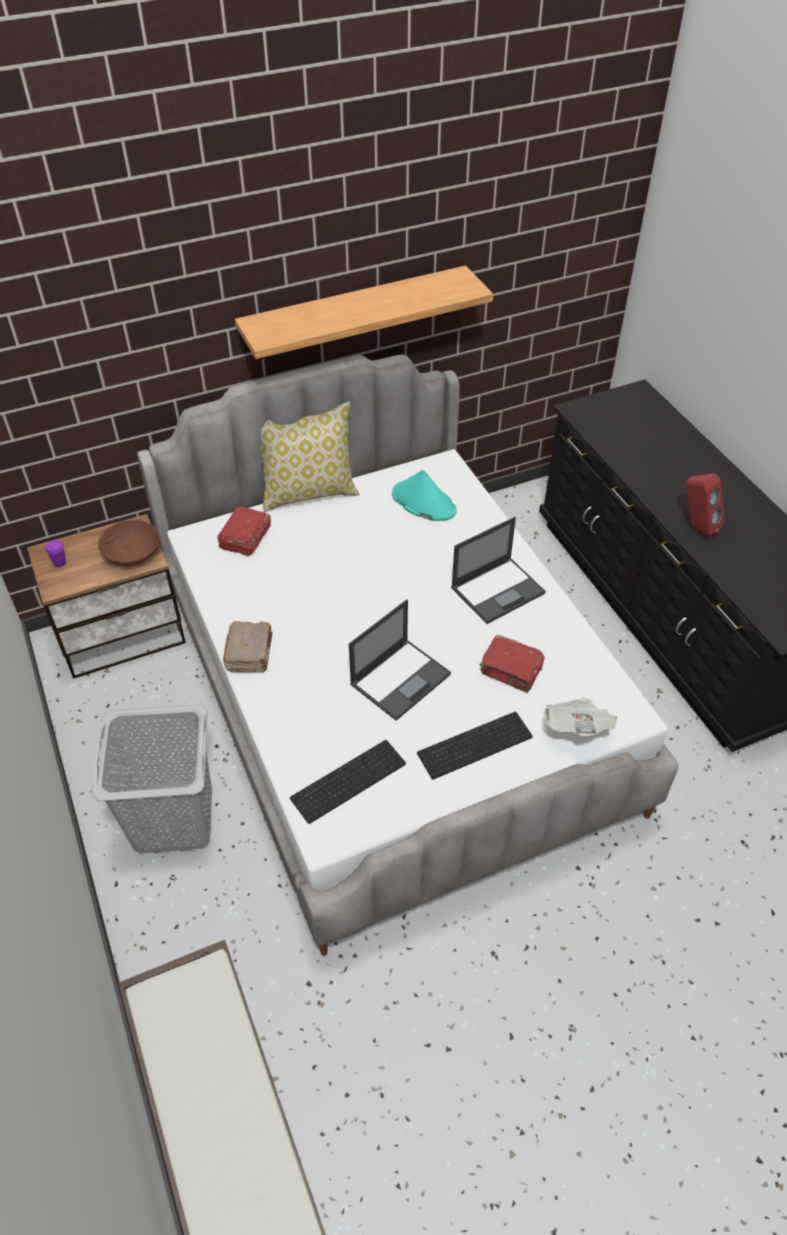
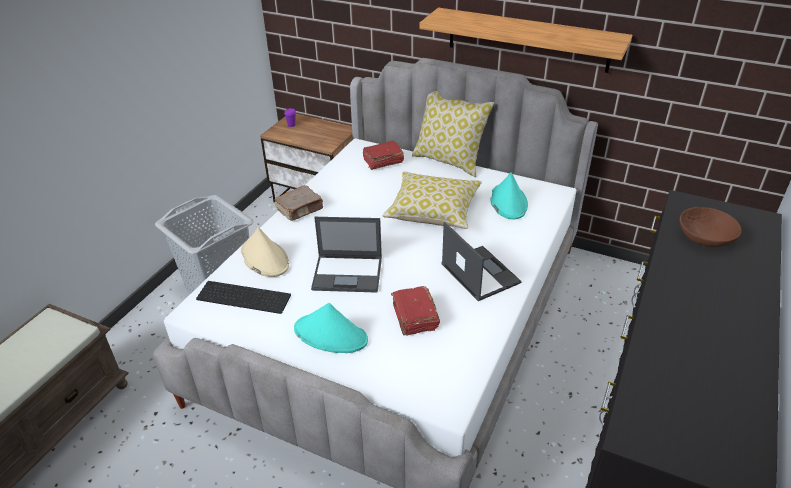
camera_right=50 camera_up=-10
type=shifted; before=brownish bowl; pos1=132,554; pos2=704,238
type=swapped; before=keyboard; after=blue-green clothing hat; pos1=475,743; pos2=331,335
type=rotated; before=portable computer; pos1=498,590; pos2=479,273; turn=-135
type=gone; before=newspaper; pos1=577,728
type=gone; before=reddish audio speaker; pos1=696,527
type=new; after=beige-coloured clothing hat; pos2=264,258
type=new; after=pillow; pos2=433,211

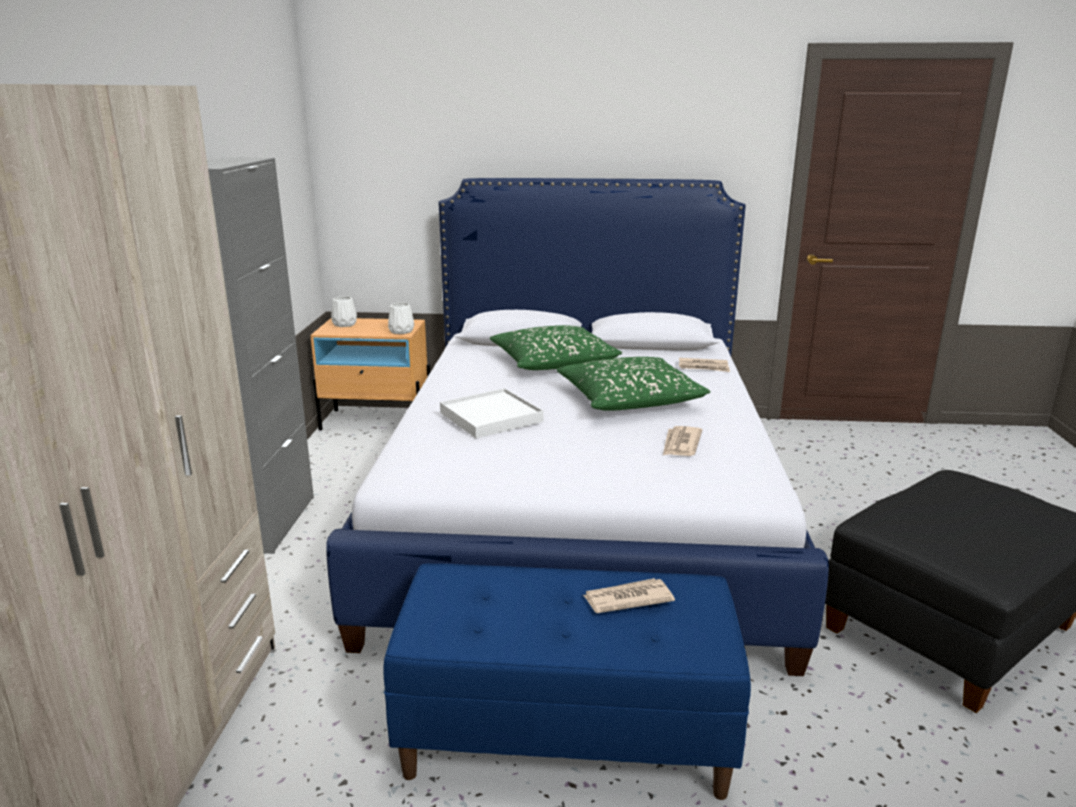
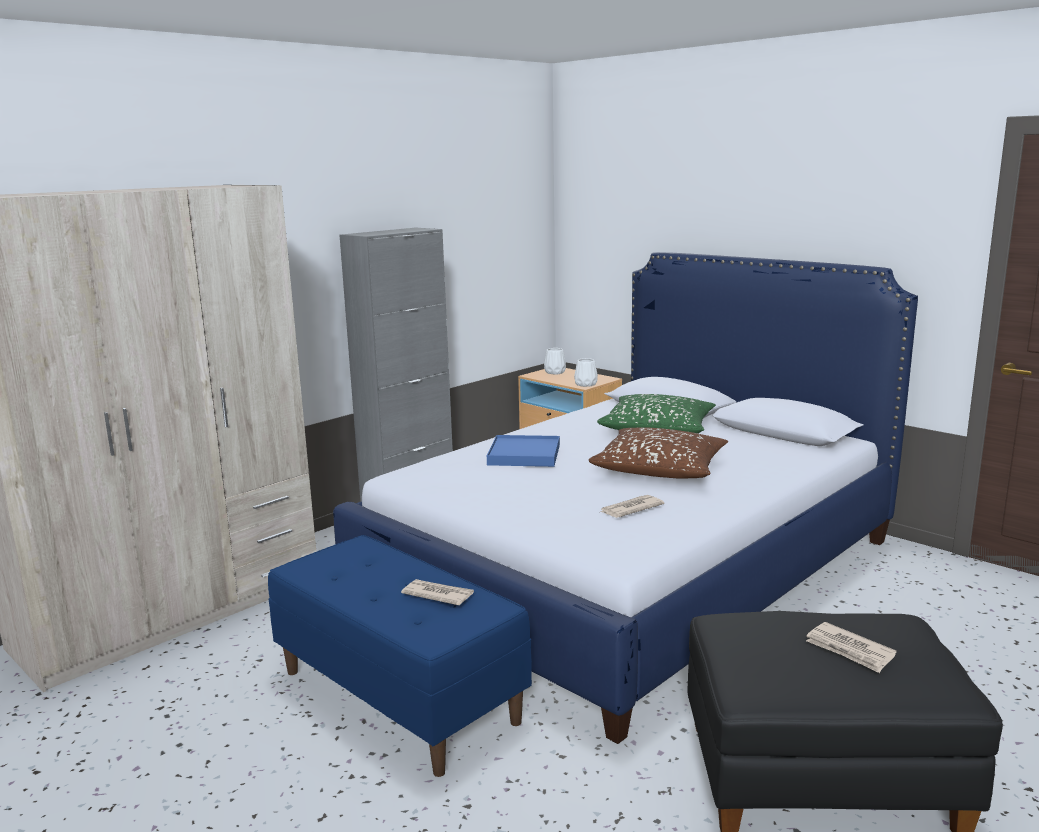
camera_right=40 camera_up=-5
type=repainted; before=white tray; after=bluish tray; pos1=490,417; pos2=524,455
type=repainted; before=greenish pillow; after=brownish pillow; pos1=629,399; pos2=660,469
type=shifted; before=newspaper; pos1=704,367; pos2=849,650

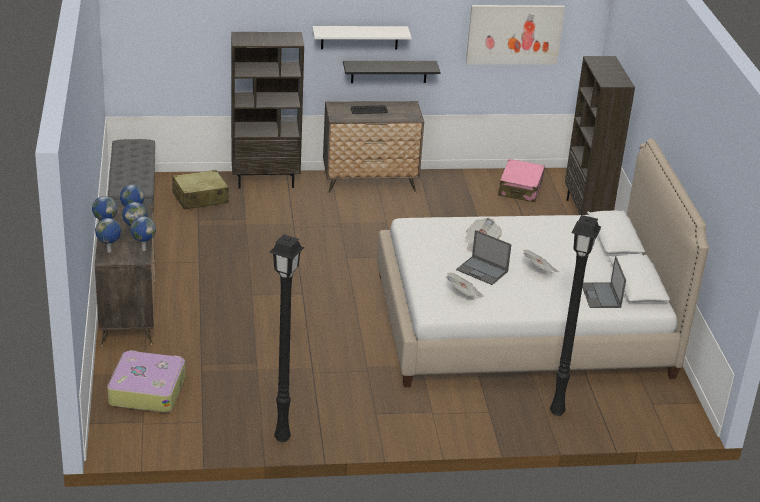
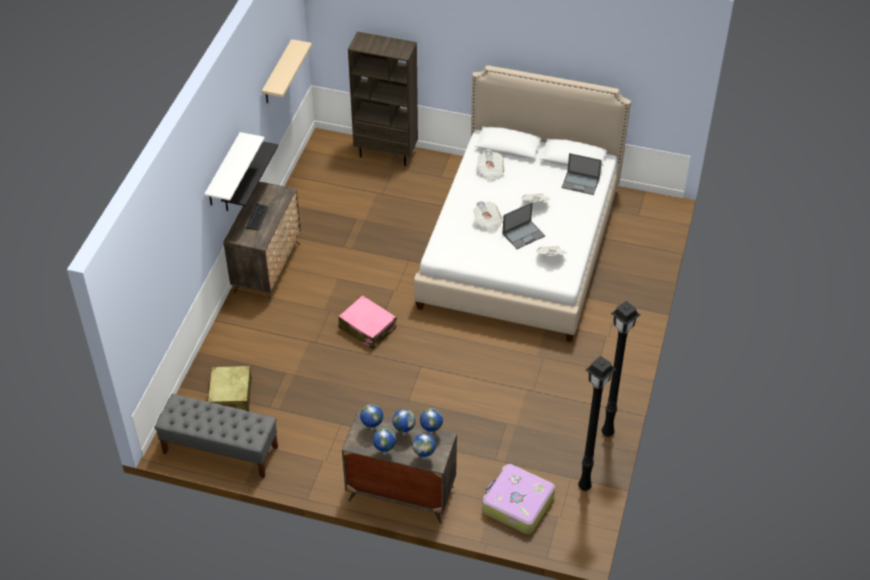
camera_right=-65 camera_up=15
type=gone; before=brownish bookcase; pos1=266,181
type=swapped; before=wall art; after=beige-coloured bracket shelf; pos1=514,34; pos2=277,73
type=shifted; before=pink-coloured travel case; pos1=520,188; pos2=367,328
type=shifted; before=black-coloured standing lamp; pos1=557,412; pos2=585,486
type=new; after=newspaper; pos2=490,172

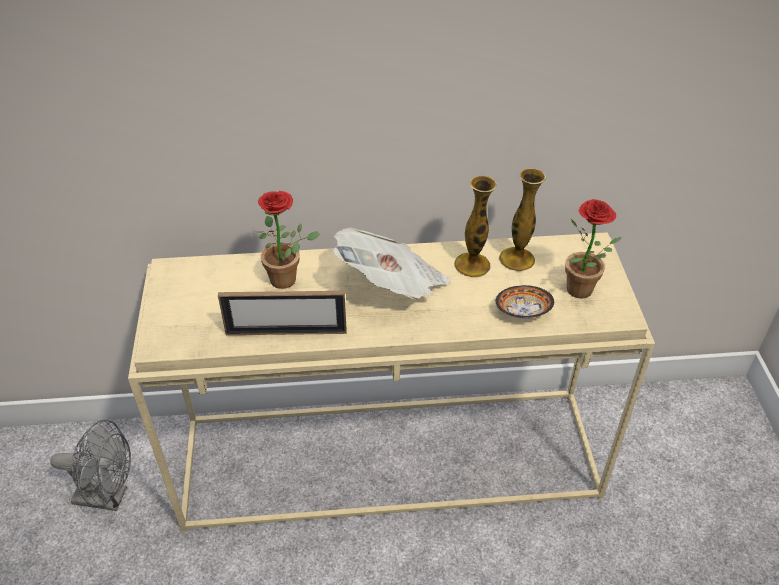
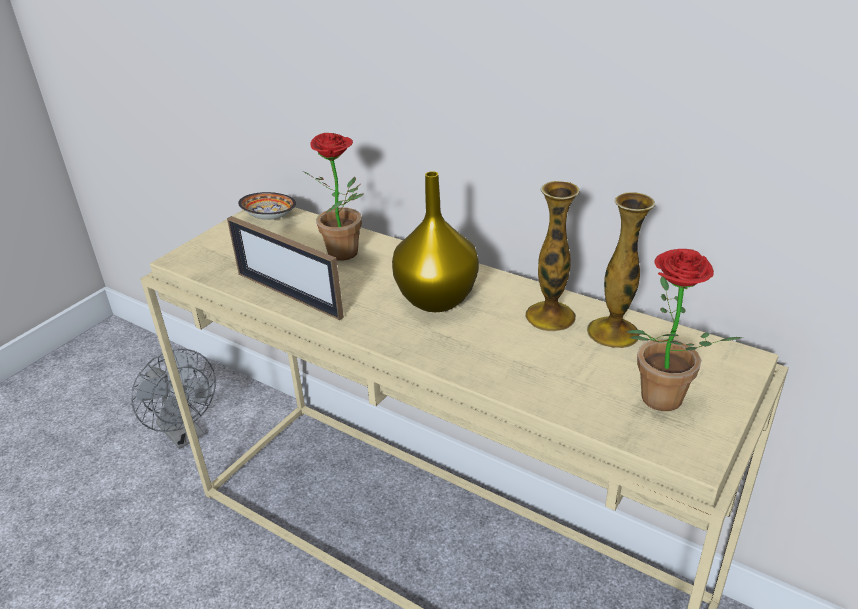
camera_right=40 camera_up=-10
type=swapped; before=newspaper; after=yellow-coloured flower vase; pos1=392,285; pos2=438,299
type=shifted; before=bowl; pos1=523,312; pos2=269,218

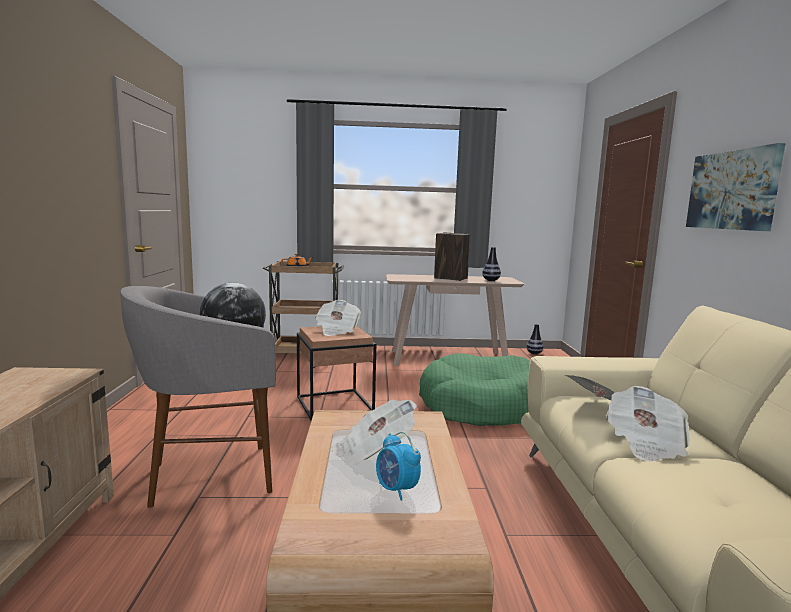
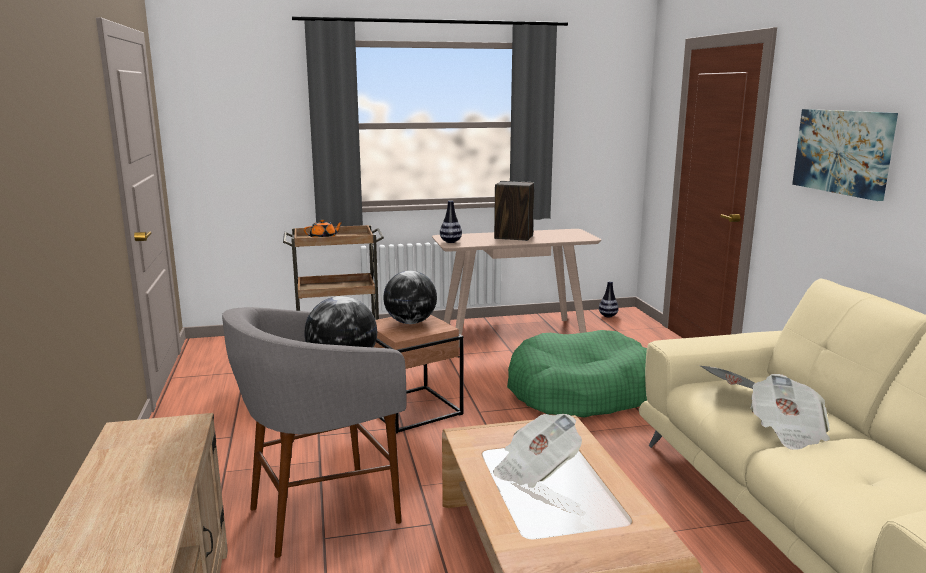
camera_right=-10 camera_up=5
type=swapped; before=newspaper; after=desk globe; pos1=337,330; pos2=411,322
type=gone; before=table clock; pos1=396,490
type=shifted; before=flower vase; pos1=491,280; pos2=450,242

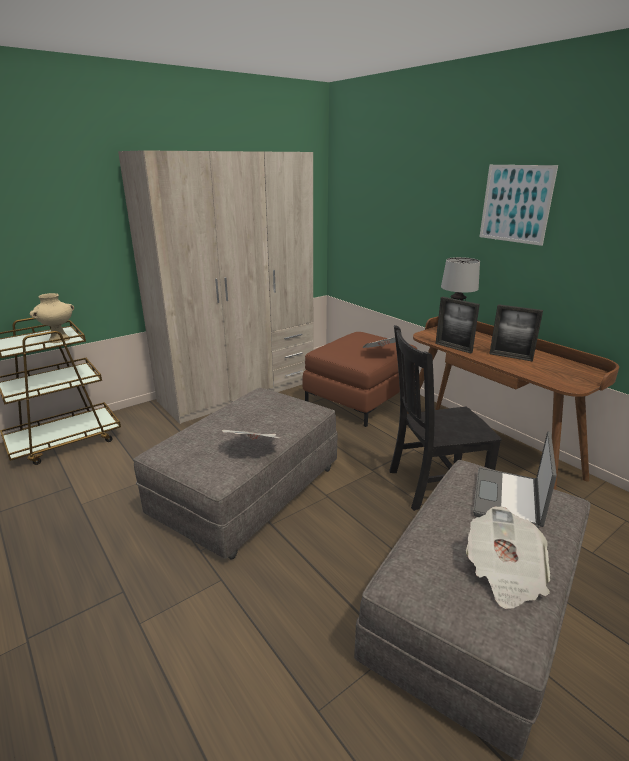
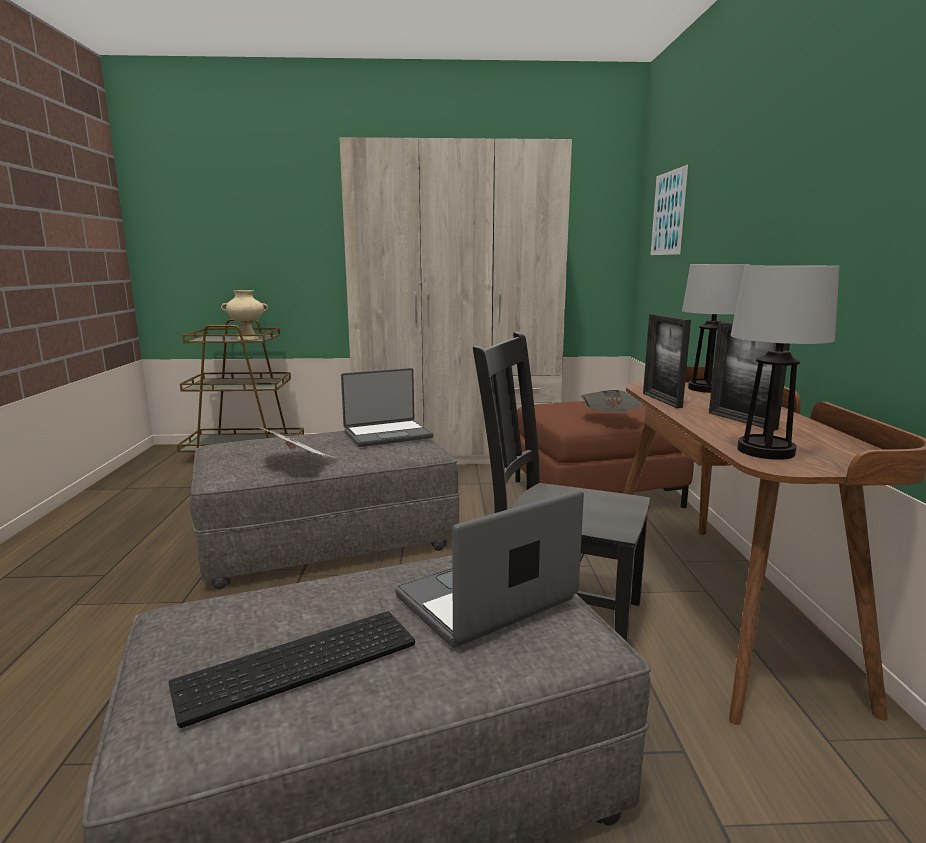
camera_right=35 camera_up=-10
type=swapped; before=newspaper; after=keyboard; pos1=504,574; pos2=297,666
type=shifted; before=wall art; pos1=515,204; pos2=668,213
type=new; after=portable computer; pos2=387,434
type=new; after=lamp for a table; pos2=766,451

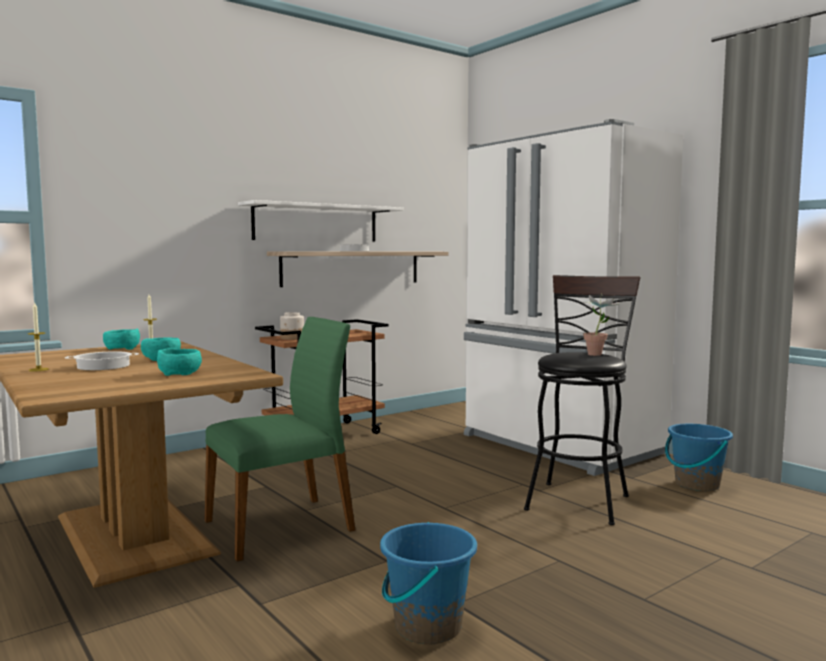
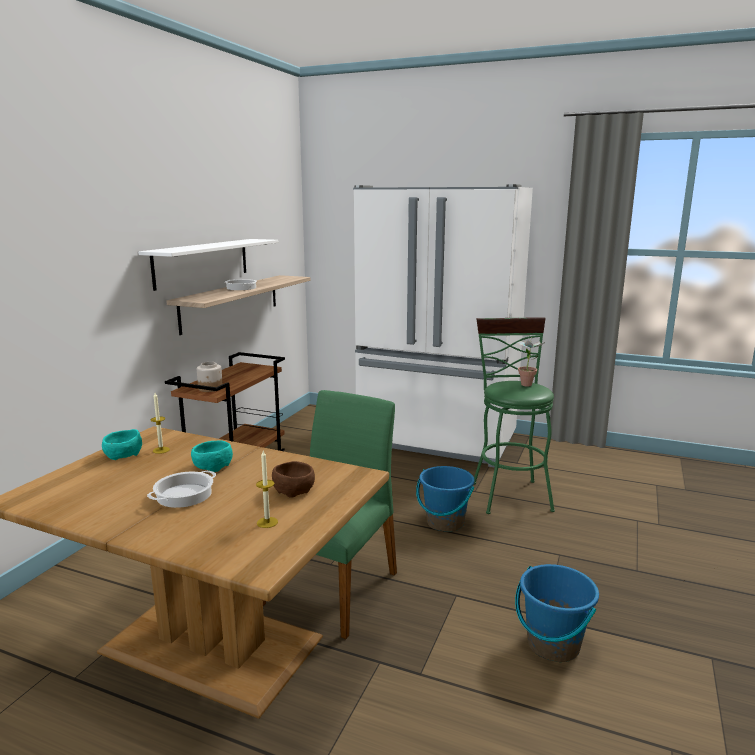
camera_right=-30 camera_up=10
type=shifted; before=candle; pos1=38,369; pos2=267,522
type=repainted; before=blue-green bowl; after=brownish bowl; pos1=181,373; pos2=294,489
type=repainted; before=black-coloured stool seat; after=greenish stool seat; pos1=579,499; pos2=509,493
type=shifted; before=bluish water bucket; pos1=696,484; pos2=445,523

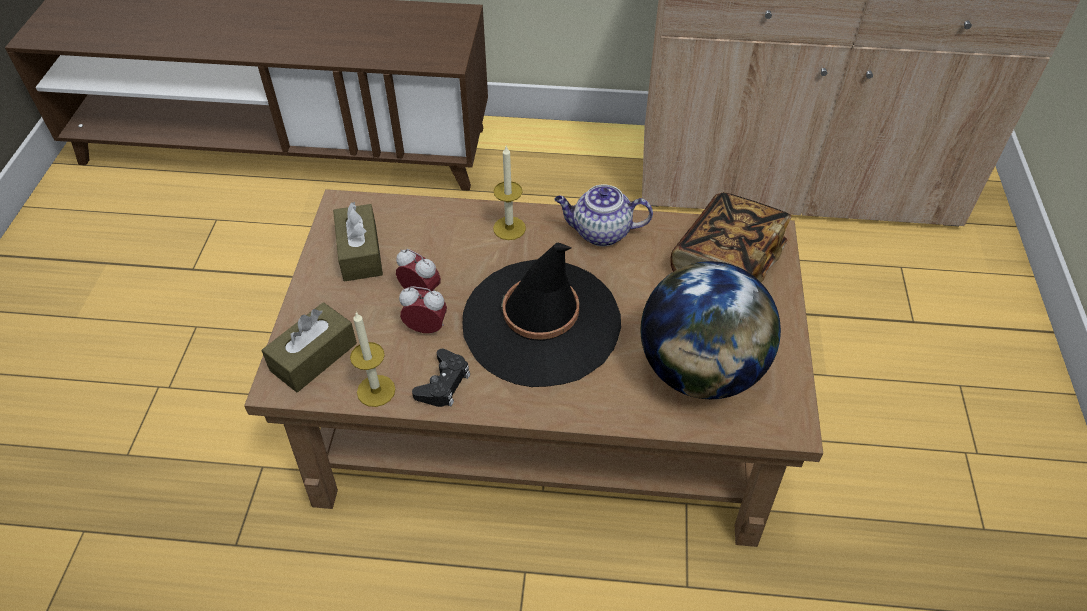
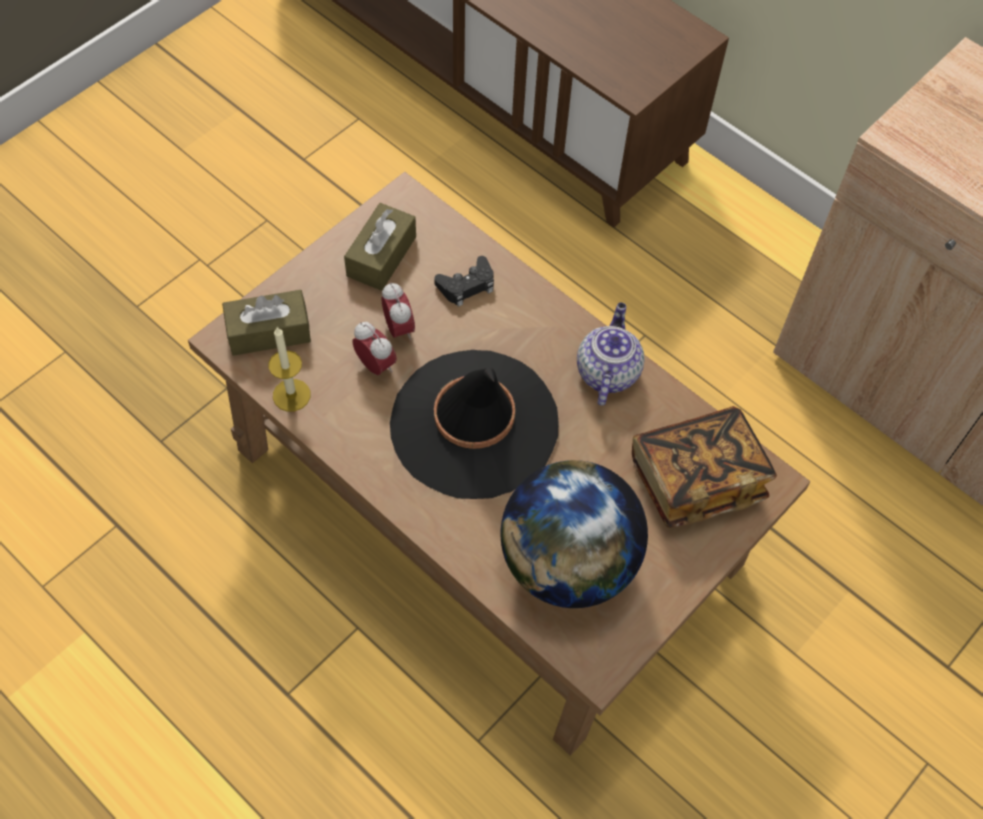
camera_right=35 camera_up=10
type=shifted; before=black-coloured joypad; pos1=443,383; pos2=467,285
type=gone; before=candle; pos1=509,228
type=rotated; before=pot for tea; pos1=600,232; pos2=607,371; turn=60

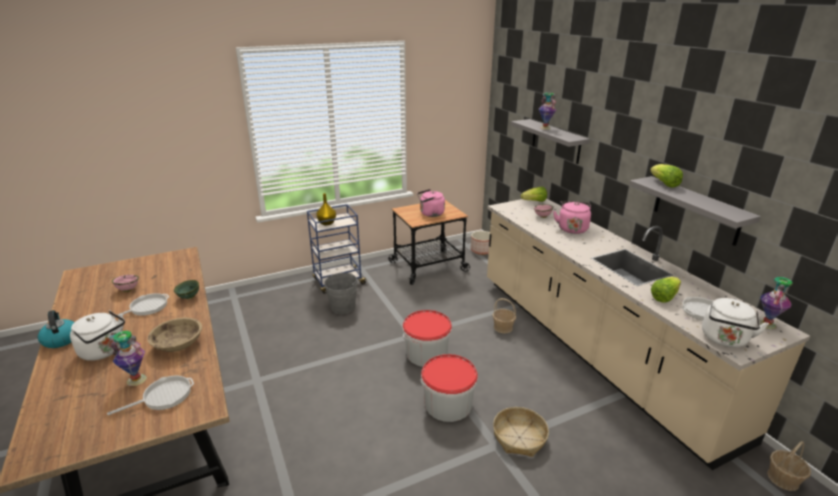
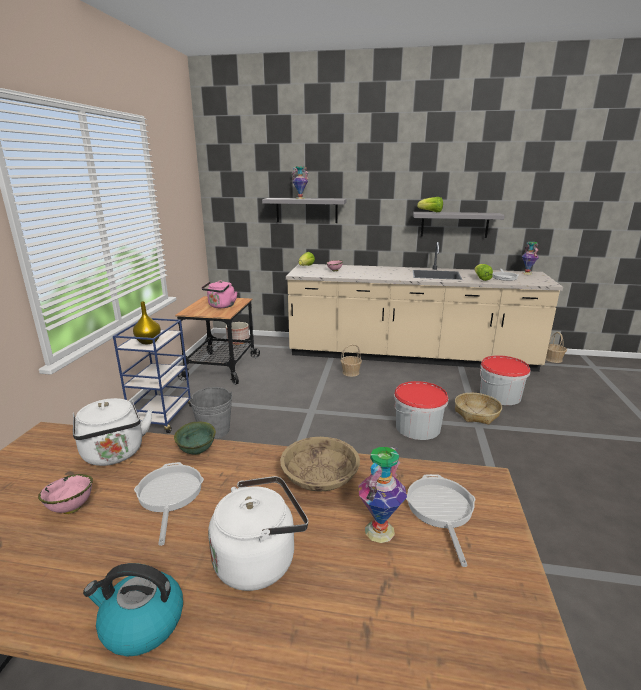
camera_right=-55 camera_up=-5
type=shifted; before=water bucket; pos1=427,353; pos2=500,395
type=gone; before=pink-coloured kettle; pos1=572,228
type=shifted; before=white kettle; pos1=724,340; pos2=115,455

